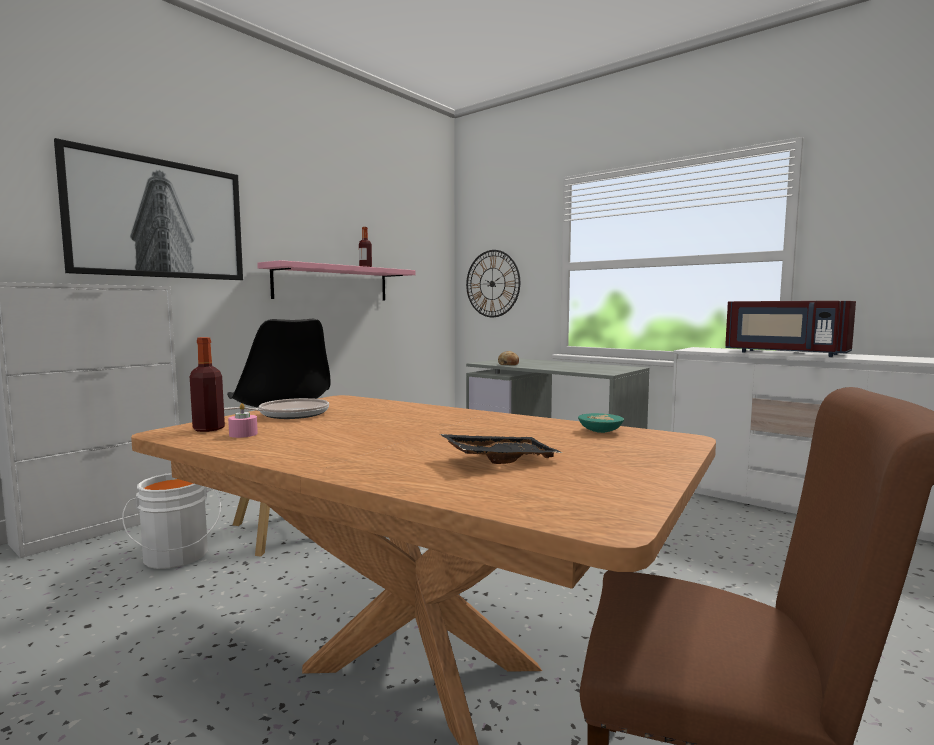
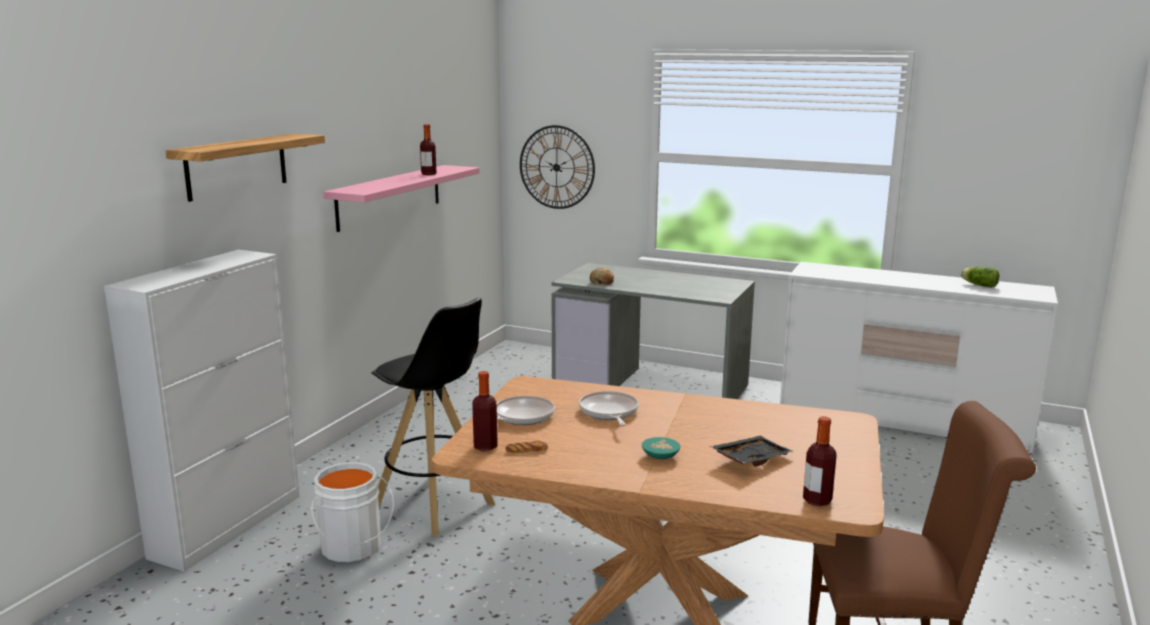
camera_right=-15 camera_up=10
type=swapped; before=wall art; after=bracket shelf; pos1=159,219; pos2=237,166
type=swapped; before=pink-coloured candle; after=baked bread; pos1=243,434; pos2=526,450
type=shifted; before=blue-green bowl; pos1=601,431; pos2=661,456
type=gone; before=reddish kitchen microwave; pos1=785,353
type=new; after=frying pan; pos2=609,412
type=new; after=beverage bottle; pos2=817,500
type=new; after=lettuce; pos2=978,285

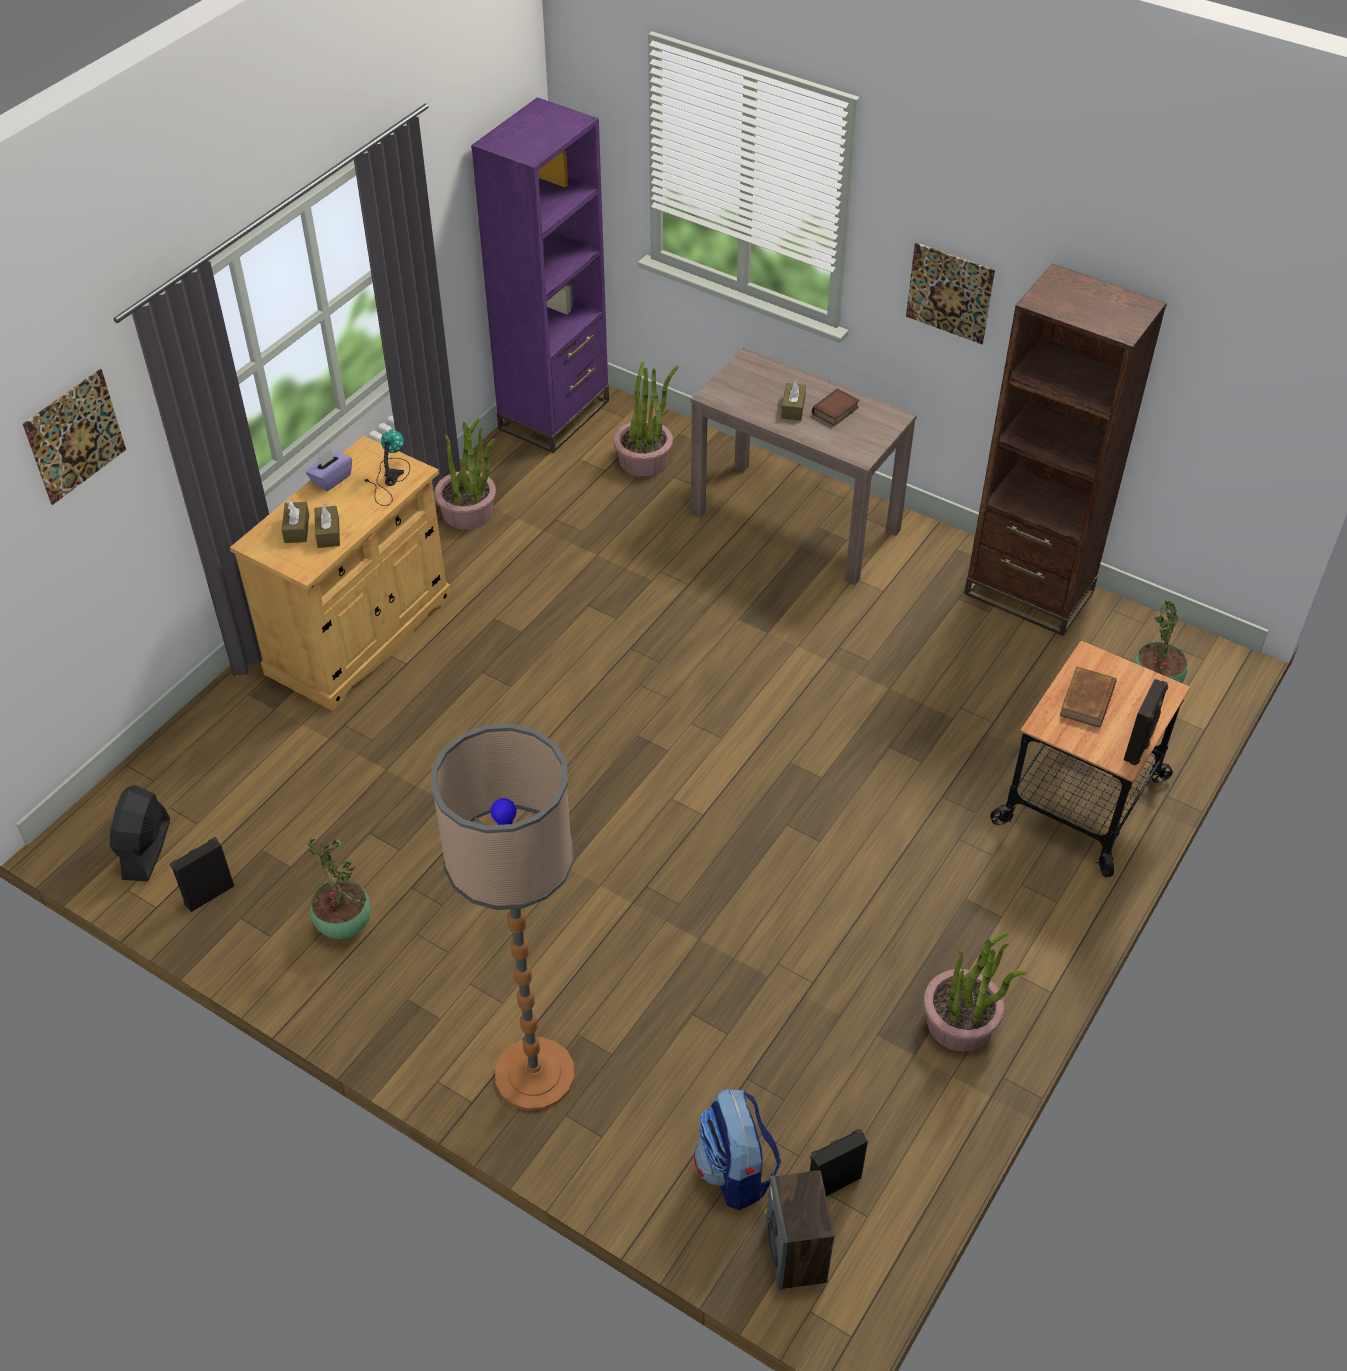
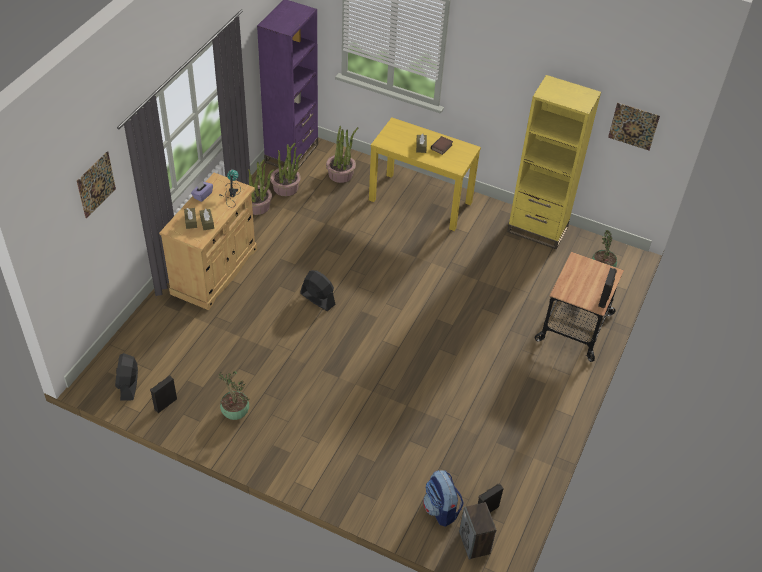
camera_right=-10 camera_up=0
type=gone; before=standing lamp; pos1=534,1074
type=repainted; before=brownish console table; after=yellow-coloured console table; pos1=796,522; pos2=421,201
type=shifted; before=wall art; pos1=949,293; pos2=633,126
type=shifted; before=potted plant; pos1=960,1023; pos2=286,188
type=repainted; before=brownish bookcase; after=yellow-coloured bookcase; pos1=1028,593; pos2=537,229
type=gone; before=brownish book; pos1=1088,700
type=new; after=black-coloured electric fan; pos2=317,299

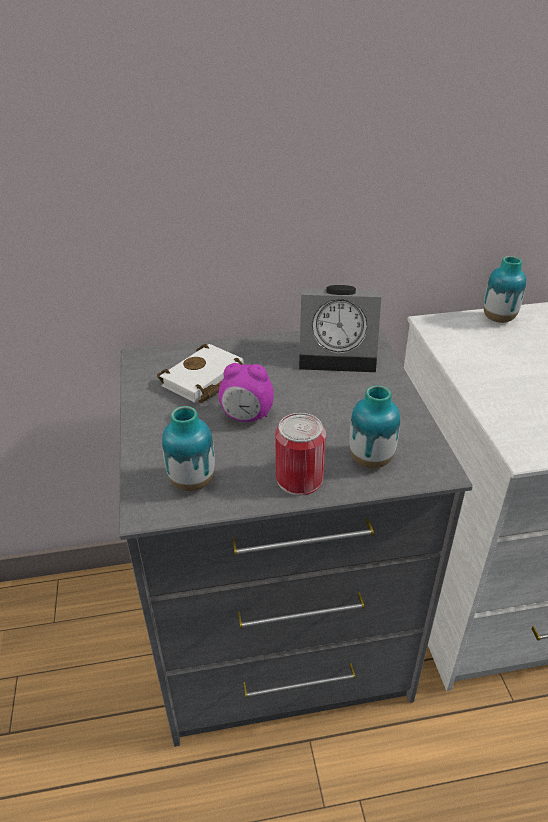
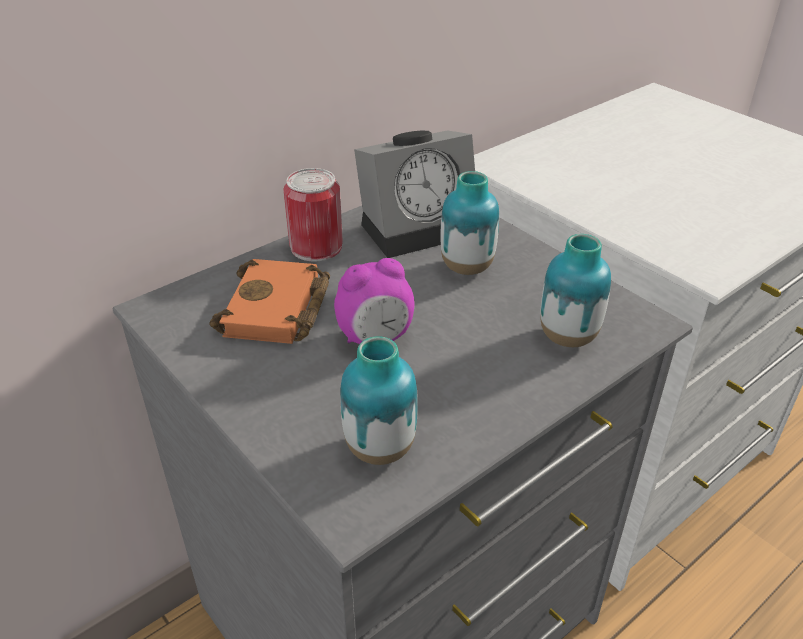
camera_right=-30 camera_up=0
type=repainted; before=white book; after=orange-coloured book; pos1=204,381; pos2=277,311
type=shifted; before=metal can; pos1=299,478; pos2=316,247
type=shifted; before=flower vase; pos1=498,319; pos2=467,267

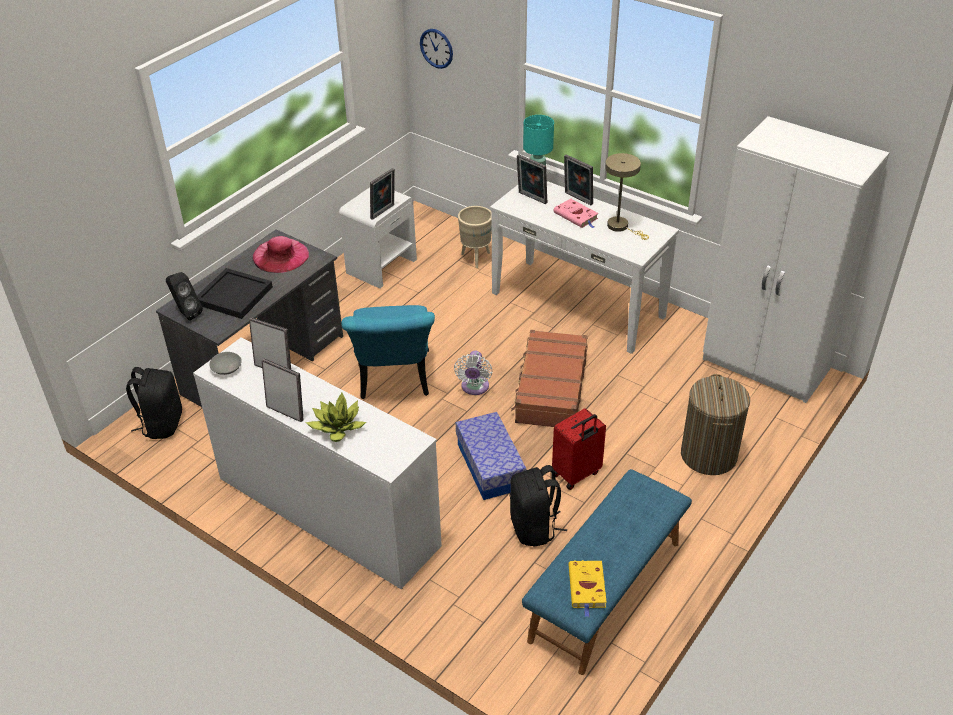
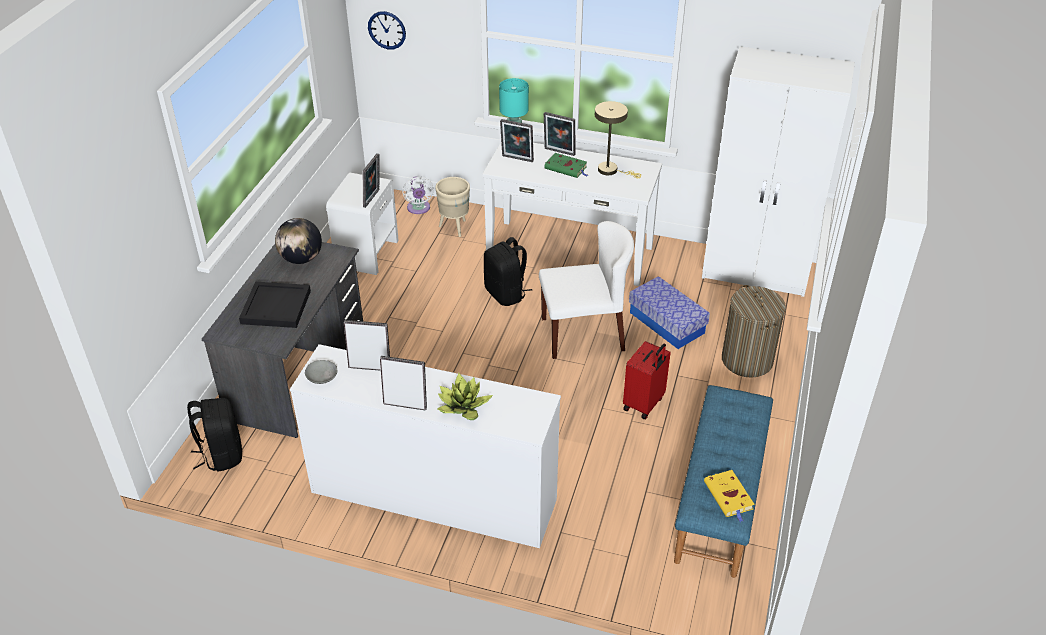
camera_right=-20 camera_up=0
type=gone; before=black-coloured audio speaker; pos1=186,313
type=swapped; before=pink-coloured clothing hat; after=desk globe; pos1=280,255; pos2=301,259
type=gone; before=blue-green chair; pos1=394,381
type=shifted; before=white electric fan; pos1=474,388; pos2=419,209
type=shifted; before=storage container; pos1=490,466; pos2=667,322
type=shifted; before=black-coloured backpack; pos1=534,528; pos2=506,294
type=swapped; before=brownish travel case; after=white chair; pos1=550,389; pos2=583,333
type=repainted; before=pink-coloured book; after=greenish book; pos1=577,216; pos2=567,168

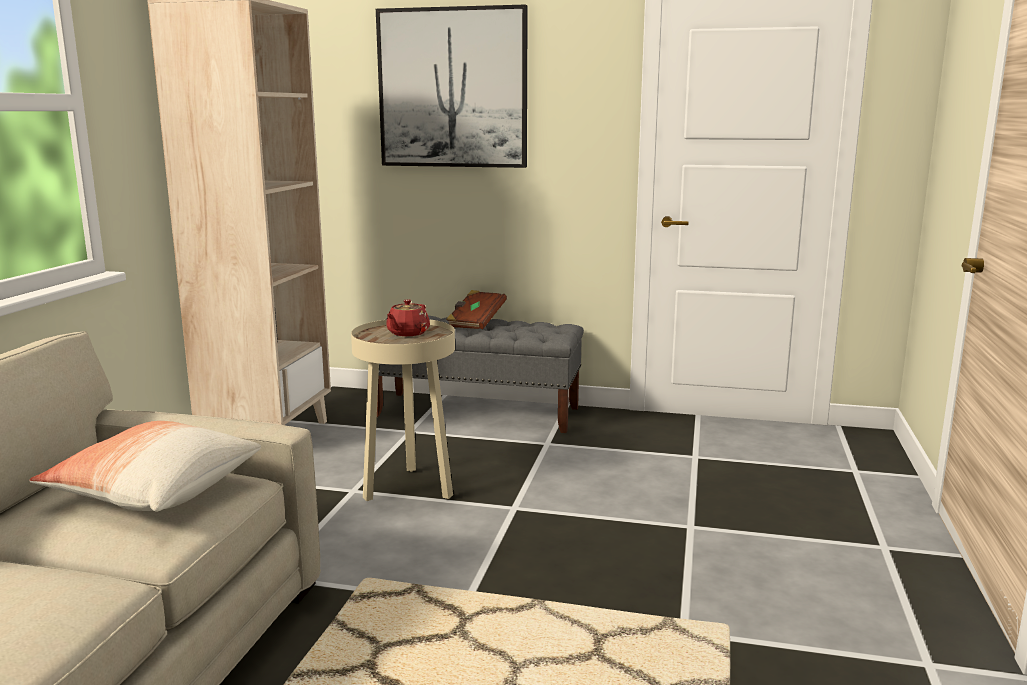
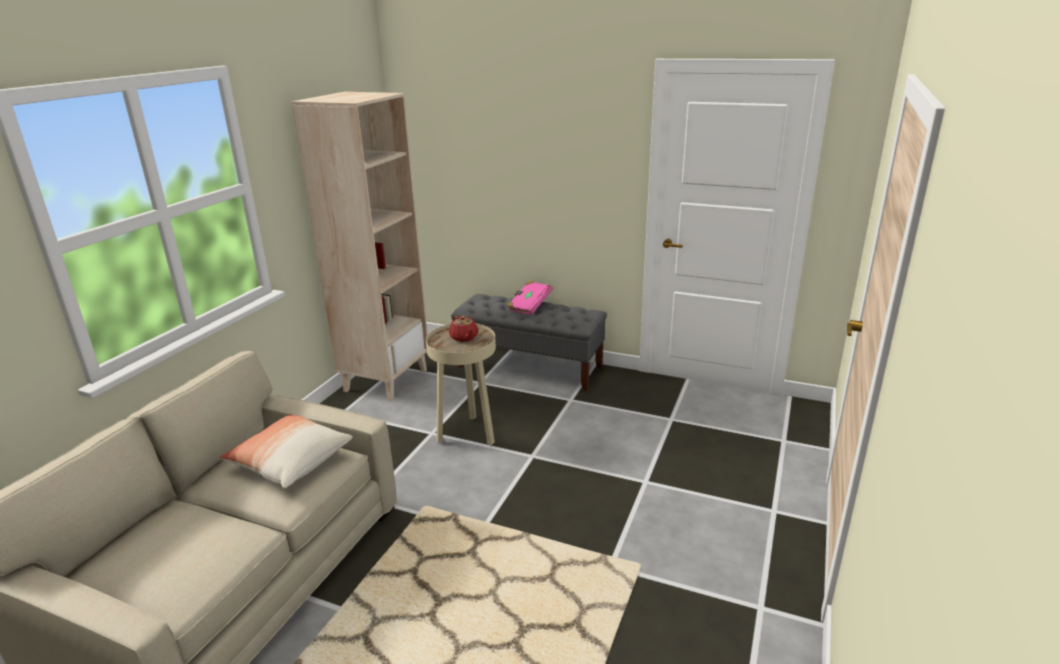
camera_right=10 camera_up=10
type=gone; before=wall art; pos1=452,88
type=rotated; before=reddish pot for tea; pos1=407,333; pos2=464,337; turn=-60
type=repainted; before=brownish book; after=pink-coloured book; pos1=476,322; pos2=529,306

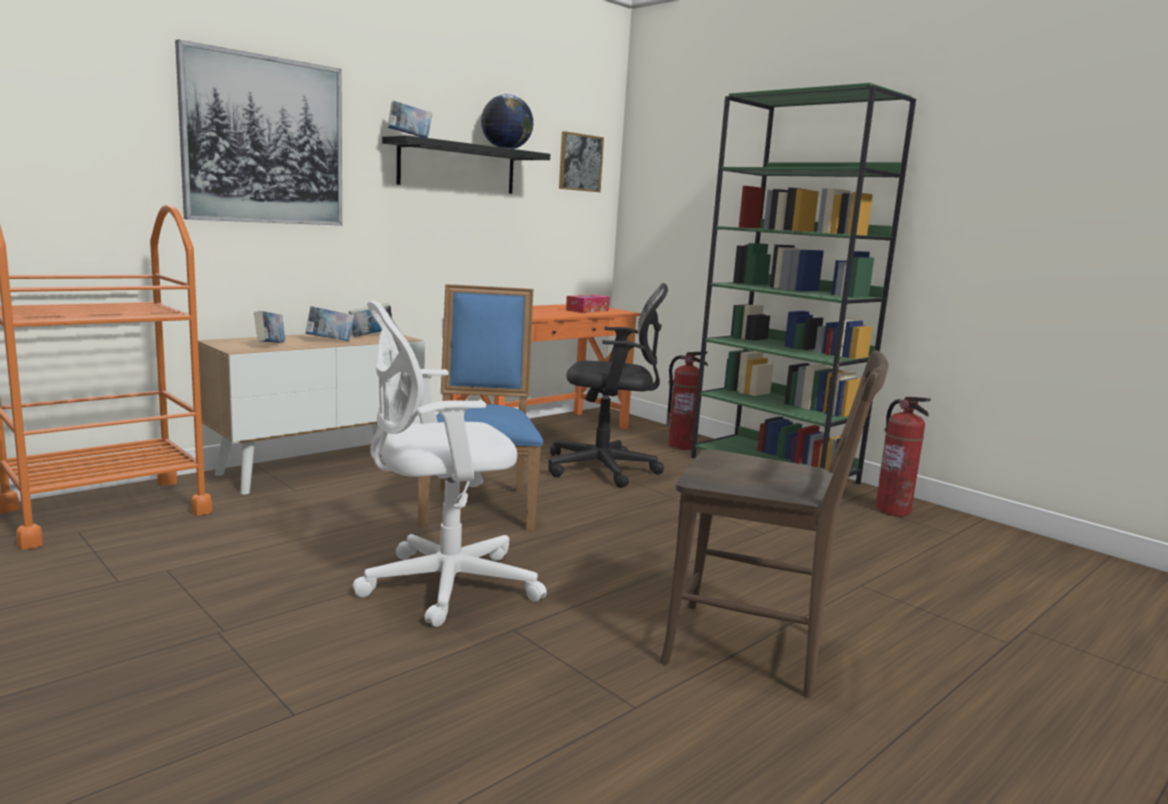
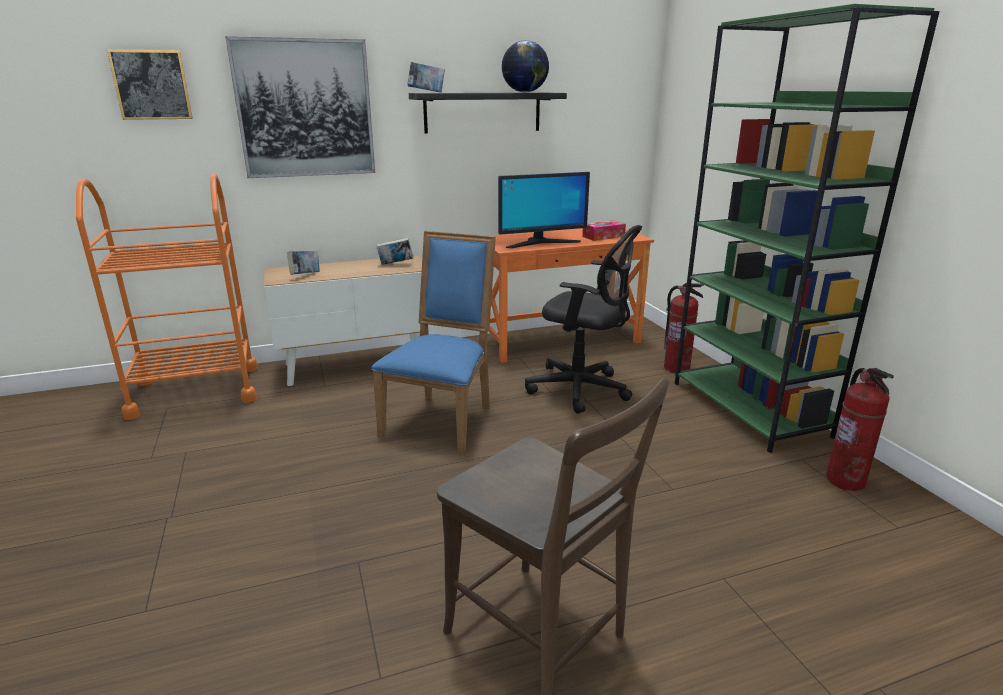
camera_right=25 camera_up=10
type=gone; before=book; pos1=330,341
type=gone; before=white computer chair; pos1=440,585
type=shifted; before=wall art; pos1=580,162; pos2=151,85
type=new; after=computer display; pos2=541,243

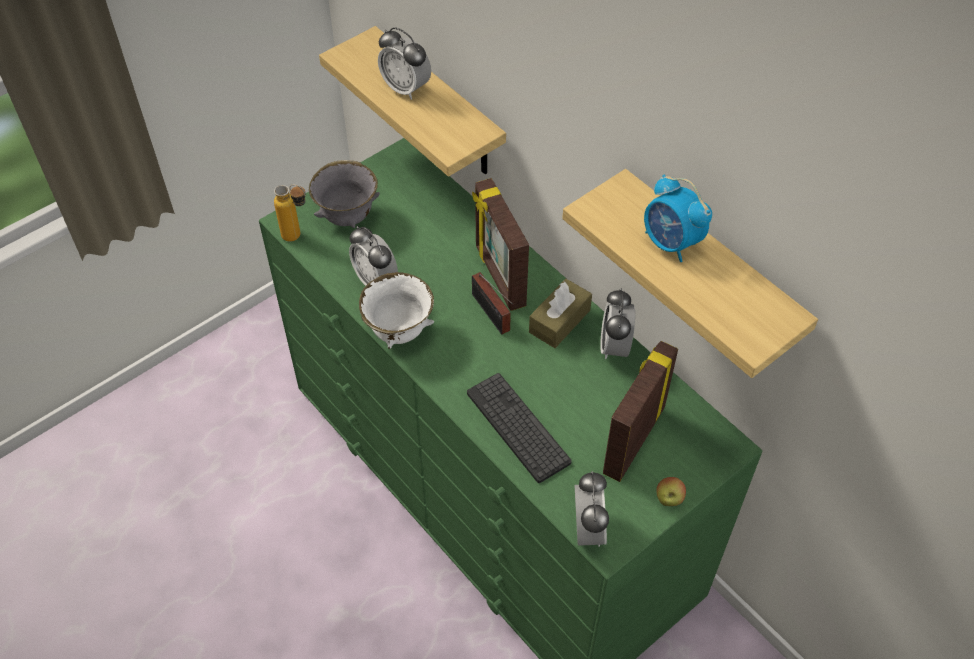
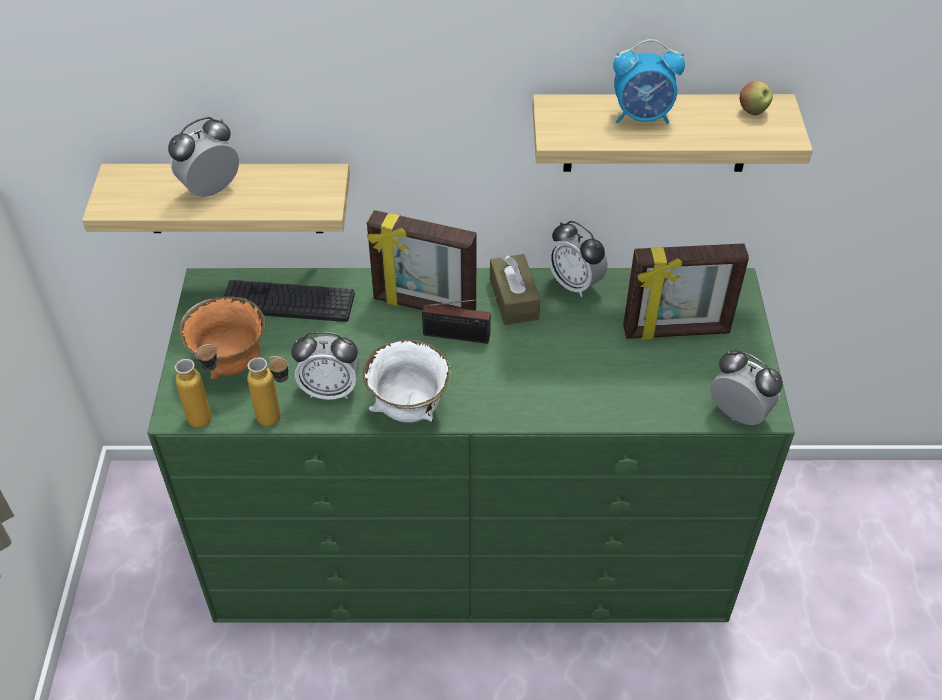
camera_right=-50 camera_up=-5
type=repainted; before=grey bowl; after=orange-coloured bowl; pos1=348,217; pos2=231,364
type=rotated; before=table clock; pos1=406,88; pos2=211,190; turn=150
type=shifted; before=keyboard; pos1=518,427; pos2=288,302
type=rotated; before=photo frame; pos1=632,439; pos2=676,332; turn=-75
type=shifted; before=apple fruit; pos1=669,499; pos2=753,111
type=new; after=beverage bottle; pos2=278,420

